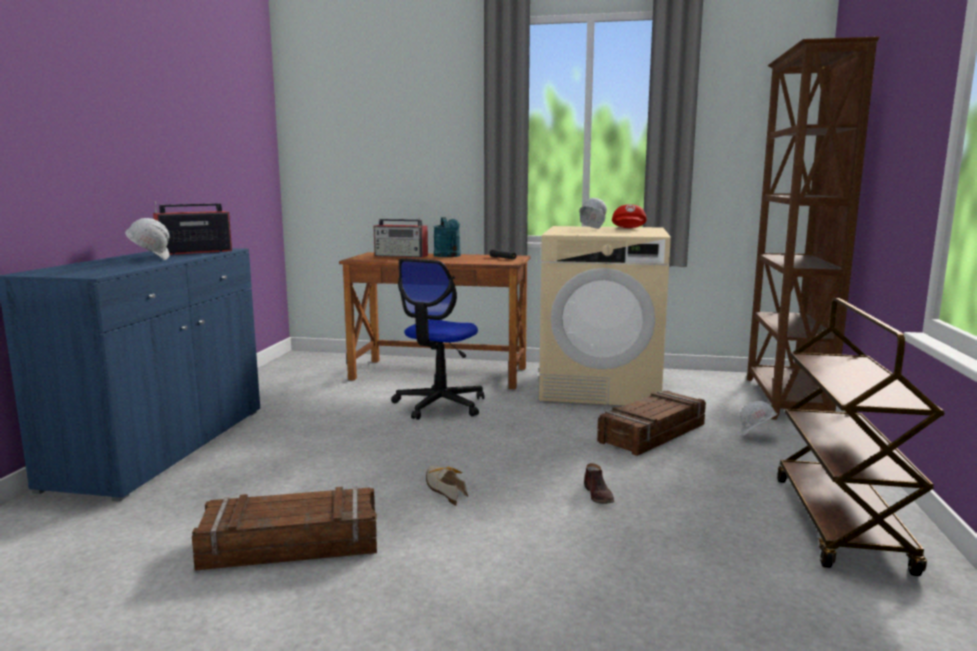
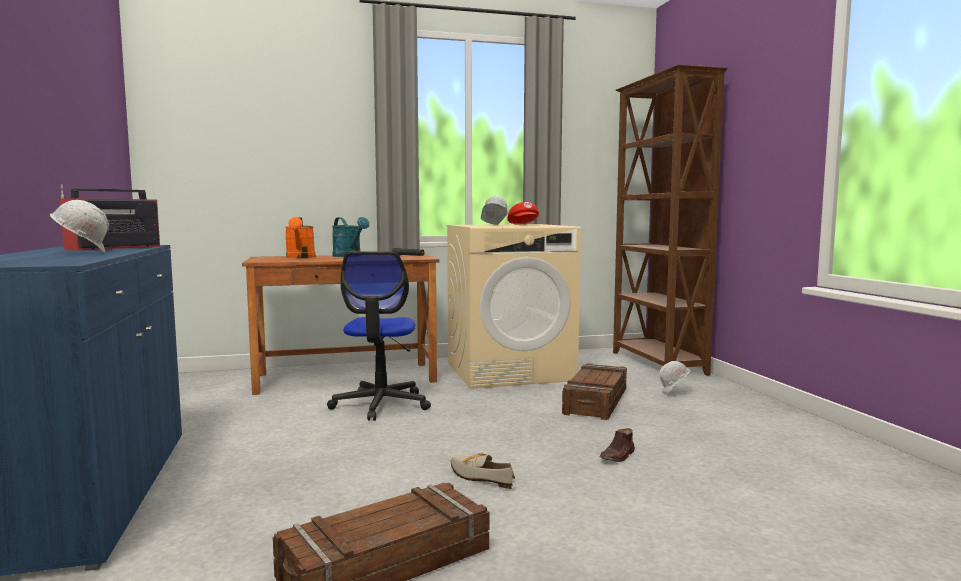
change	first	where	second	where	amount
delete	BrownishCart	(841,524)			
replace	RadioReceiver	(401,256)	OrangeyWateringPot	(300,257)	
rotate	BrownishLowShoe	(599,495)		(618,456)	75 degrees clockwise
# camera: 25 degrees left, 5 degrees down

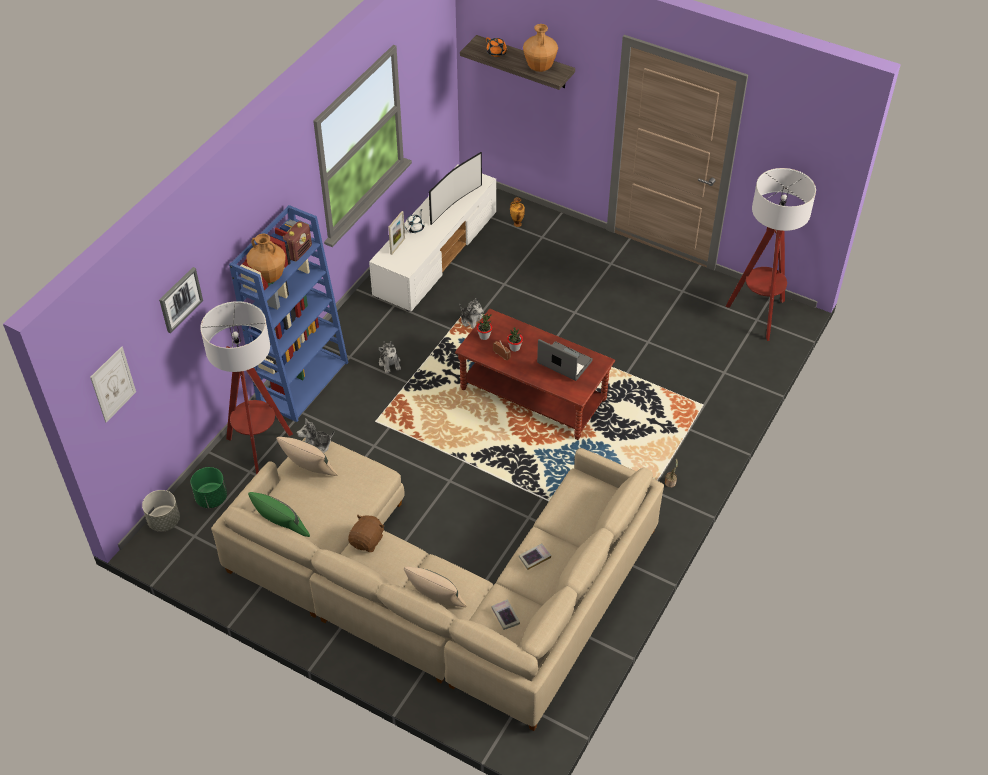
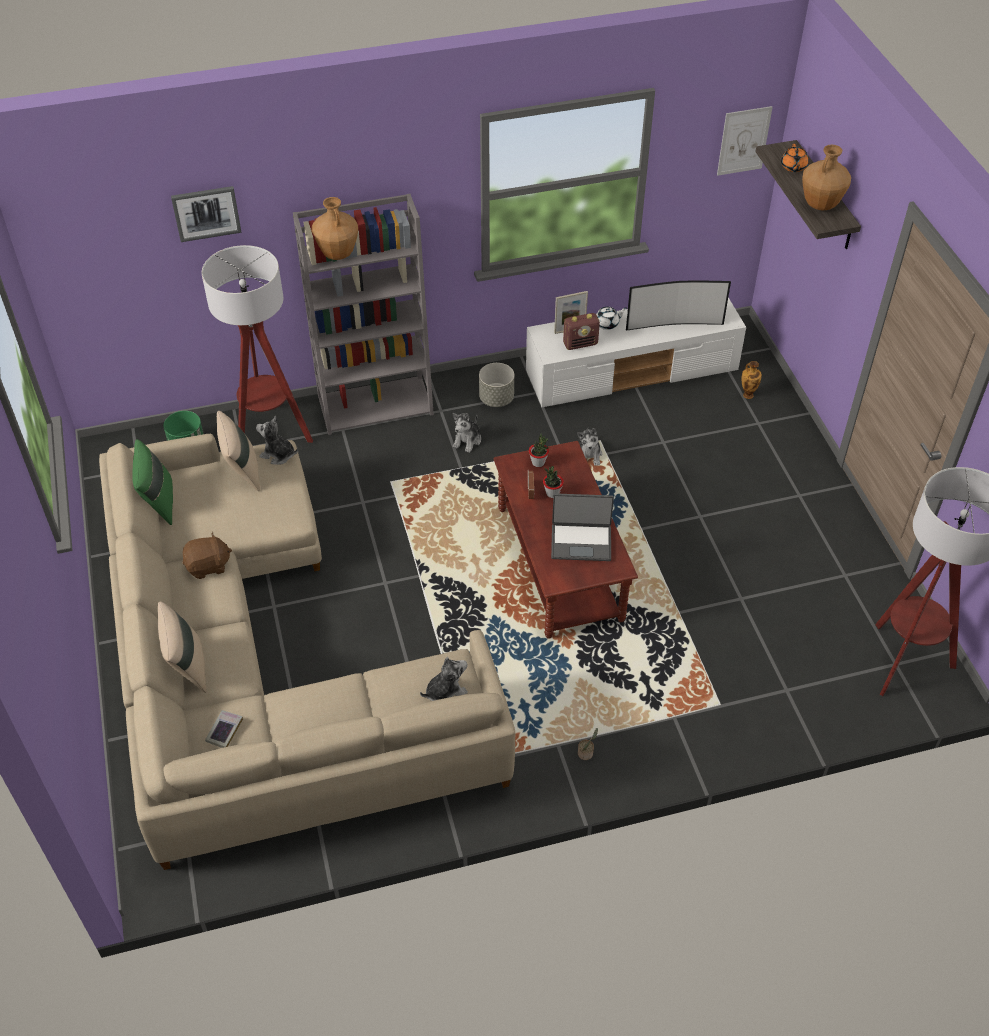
change	first	where	second	where	amount
delete	BoundBook	(534,557)			
insert			CuddlyToy	(445,692)	
move	WallArt	(113,384)		(744,141)	
move	GreyFlowerPot	(164,521)		(496,398)	
move	RadioReceiver	(299,252)		(580,344)	
recolor	BluishBookshelf	(303,382)	GreyBookshelf	(376,404)	
rotate	PortableComputer	(564,363)		(581,542)	105 degrees clockwise
# camera: 45 degrees right, 0 degrees up

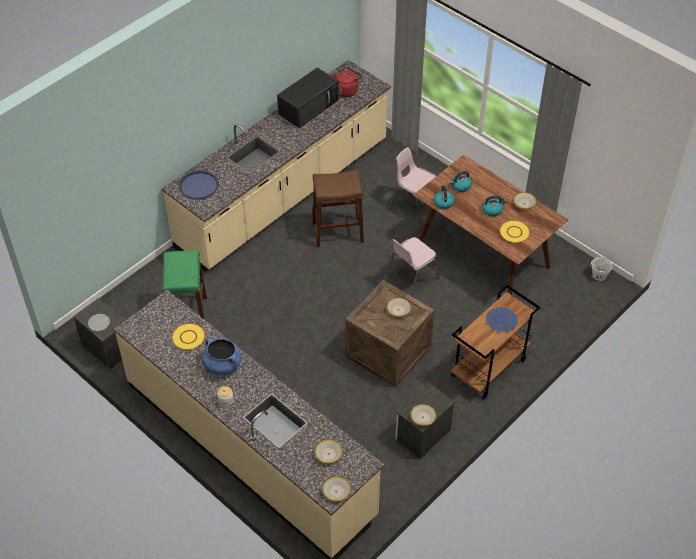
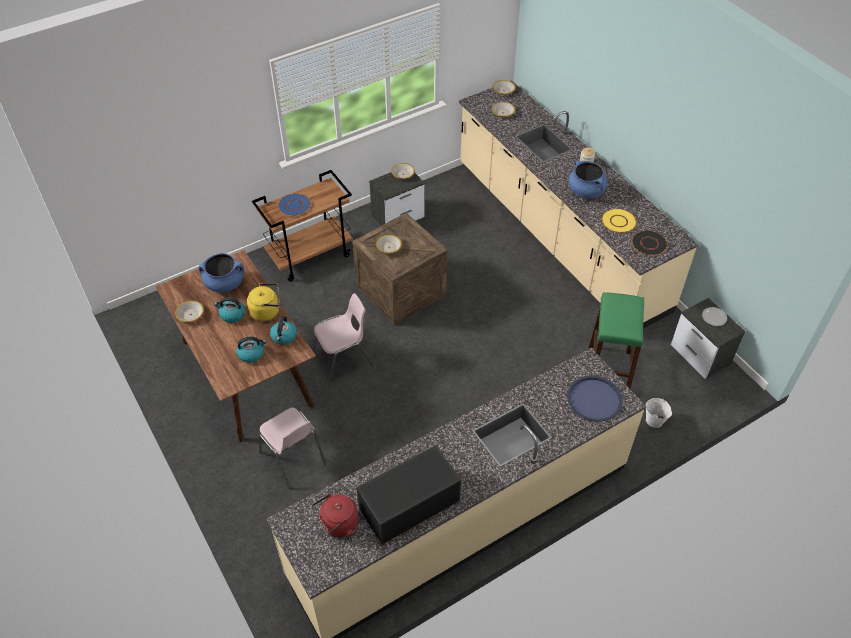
change	first	where	second	where	amount
delete	BrownishStool	(338,232)			
insert			YellowishKettle	(267,311)	
insert			BlackColouredFlatDish	(649,243)	
move	WhitishPail	(599,275)		(654,420)	
replace	YellowishFlatDish	(514,232)	BluishStockpot	(225,283)	
# camera: 165 degrees left, 0 degrees up

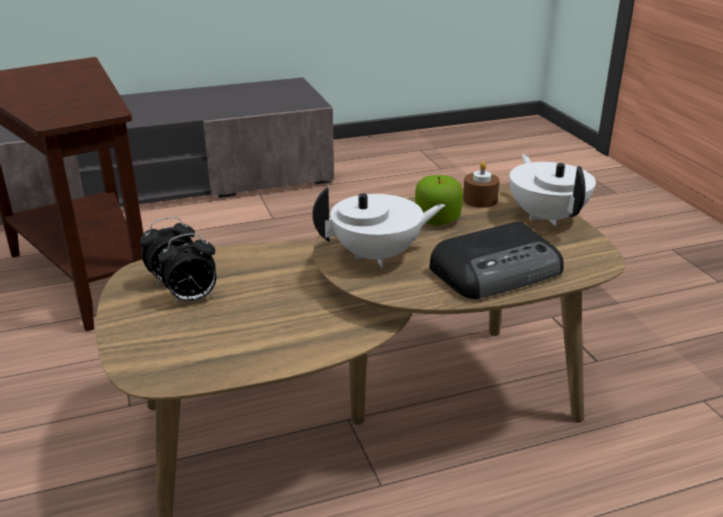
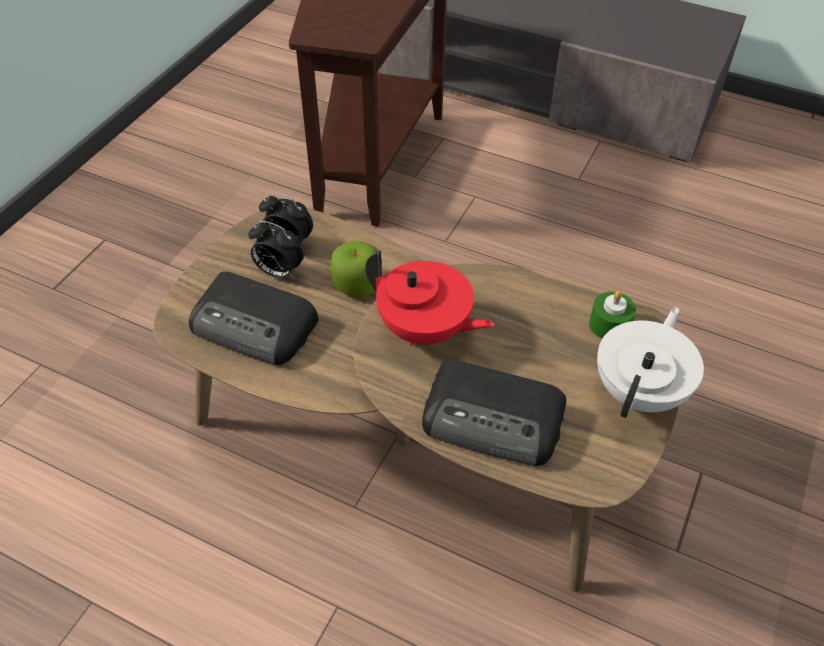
change	first	where	second	where	amount
insert			RadioReceiver	(255,325)	
move	AppleFruit	(437,219)		(357,284)	
recolor	WhitishPotForTea	(378,256)	ReddishPotForTea	(425,330)	
recolor	BrownishCandle	(480,200)	GreenCandle	(609,325)	
# camera: 45 degrees right, 20 degrees up

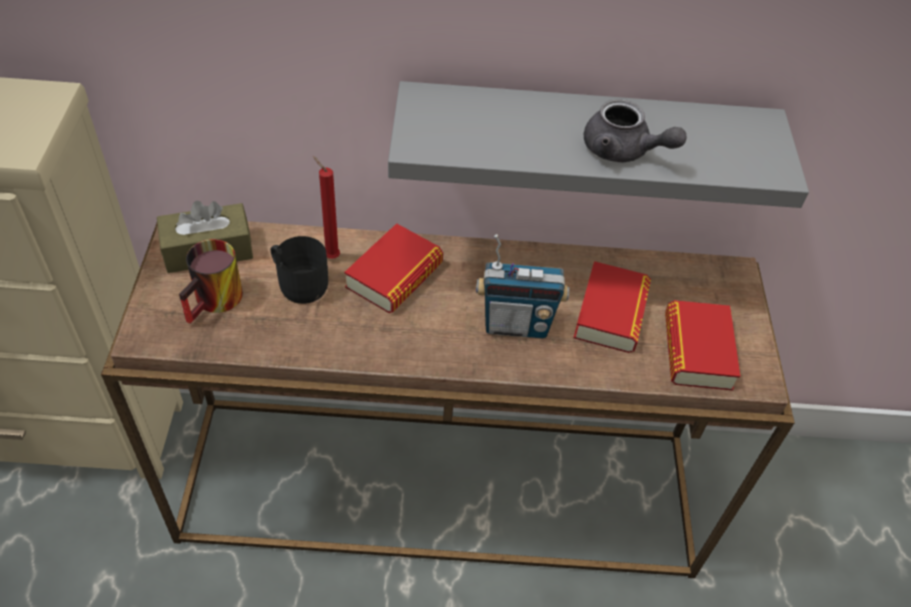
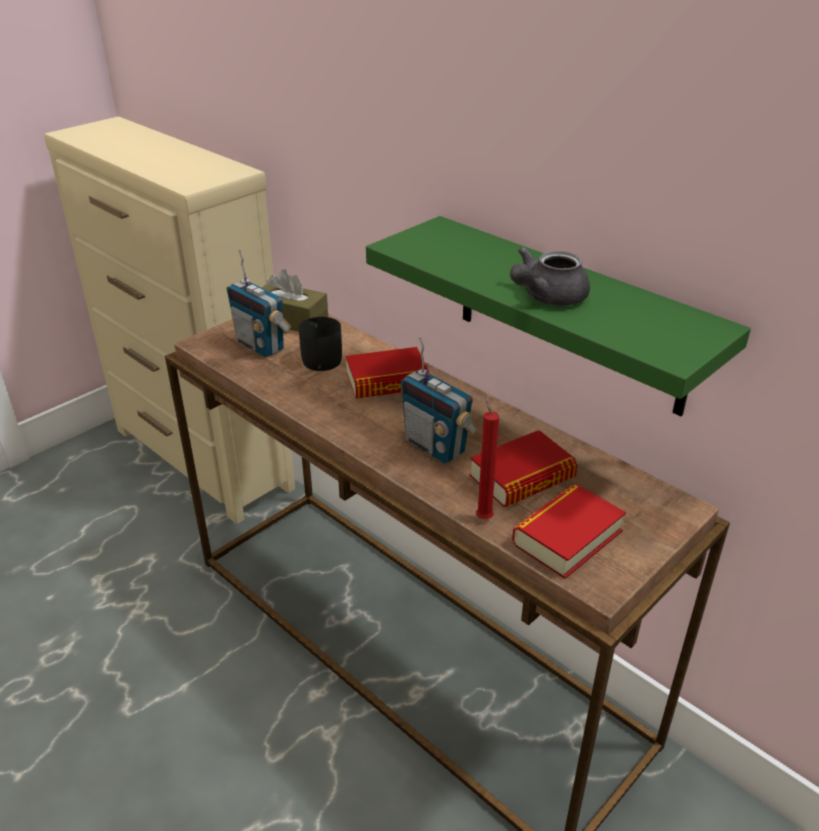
change	first	where	second	where	amount
move	ReddishCandle	(330,256)		(483,517)	
replace	CoffeeMug	(217,302)	RadioReceiver	(261,346)	
recolor	GreyBracketShelf	(582,141)	GreenBracketShelf	(570,315)	
rotate	GreyPotForTea	(623,151)		(546,298)	60 degrees clockwise
# camera: 45 degrees right, 15 degrees down

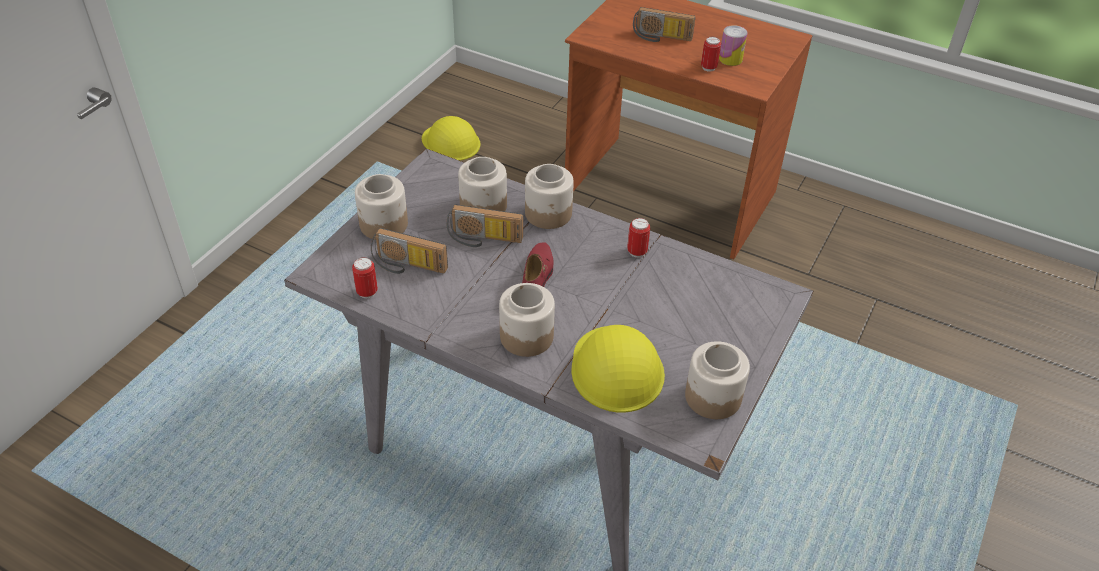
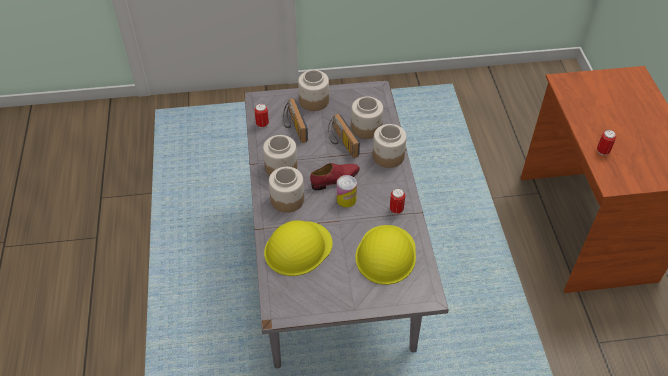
change	first	where	second	where	amount
delete	RadioReceiver	(661,38)			
move	YellowishWorkHelmet	(451,142)		(386,254)	
move	Jar	(712,396)		(281,167)	
move	MetalCan	(730,59)		(346,199)	
# camera: 55 degrees right, 5 degrees up

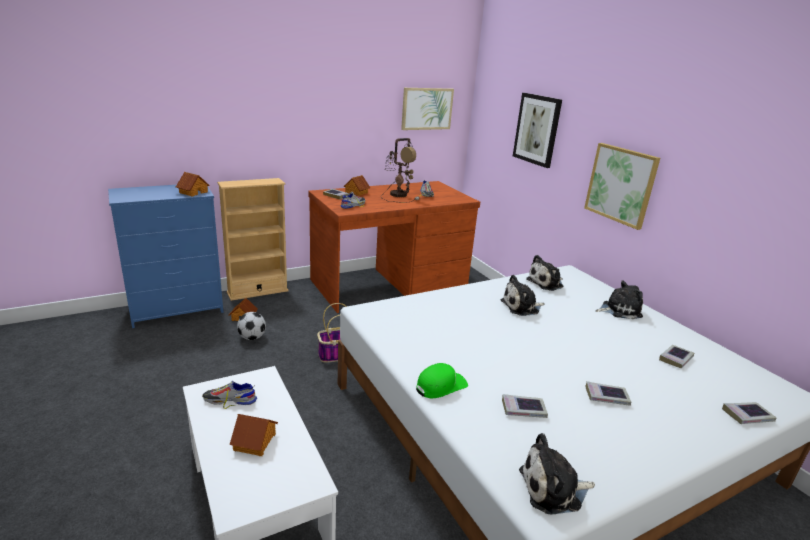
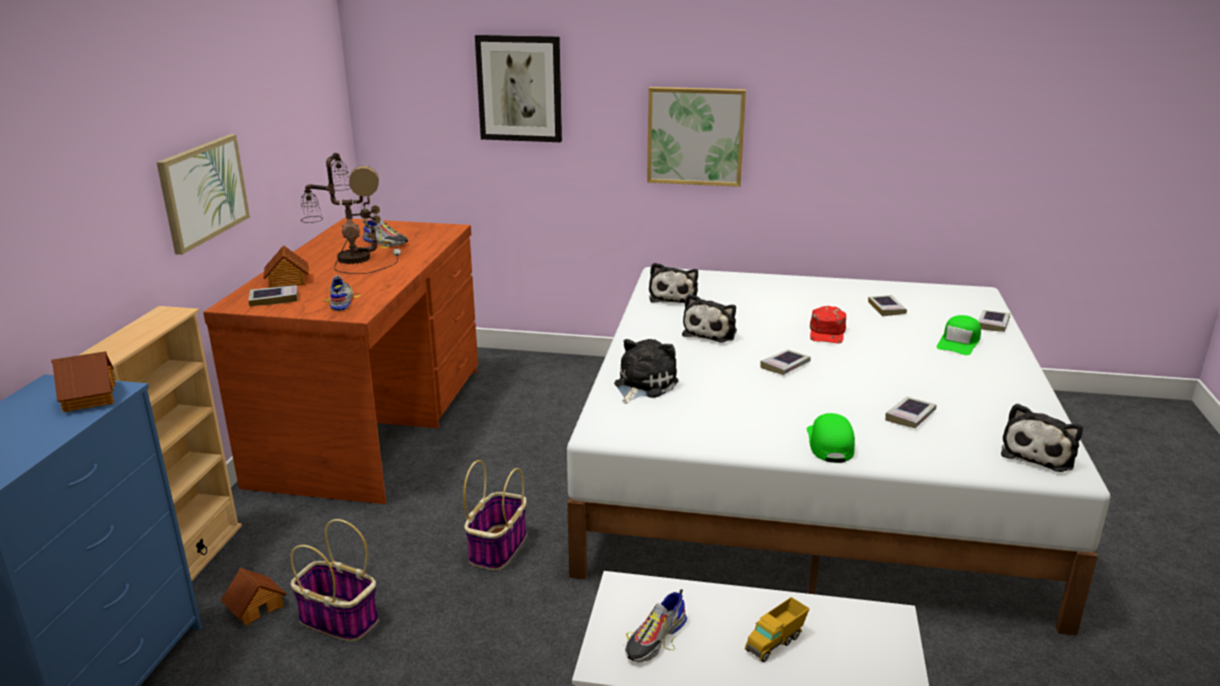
change	first	where	second	where	amount
insert			ReddishBaseballCap	(827,333)	
insert			GreenBaseballCap	(959,342)	
move	WallArt	(427,108)		(203,191)	
move	BoundBook	(606,397)		(785,366)	
move	CuddlyToy	(619,310)		(643,385)	
replace	MiniatureHouse	(255,442)	ToyTruck	(775,642)	
replace	BallForFootball	(252,337)	HouseholdBasket	(337,619)	
# camera: 50 degrees left, 0 degrees up

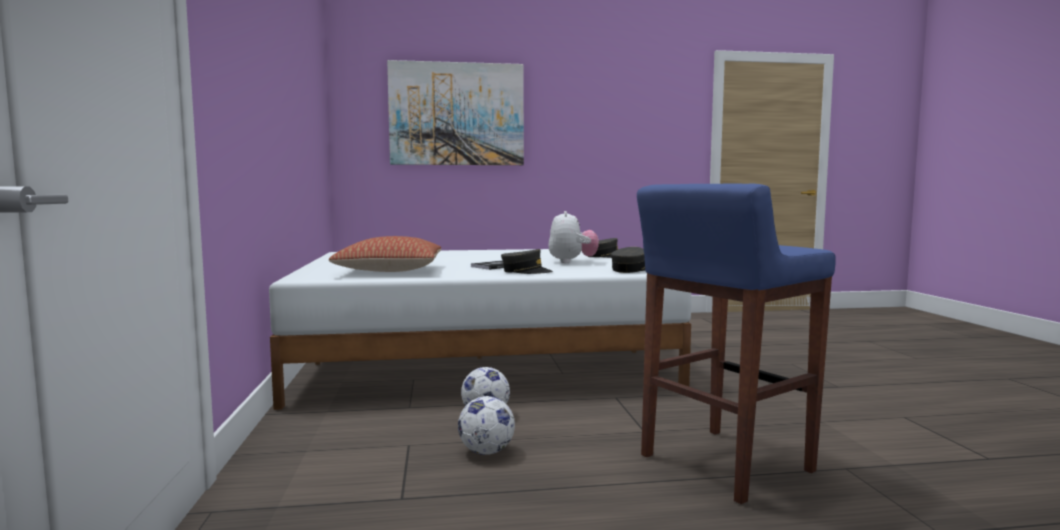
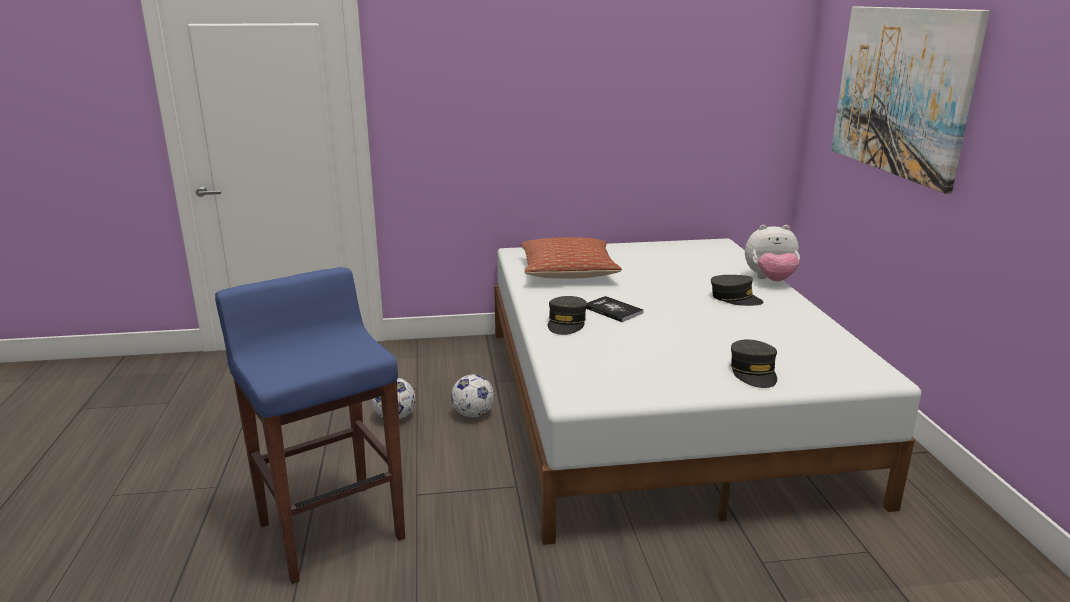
change	first	where	second	where	amount
move	CuddlyToy	(572,262)		(770,280)	
move	GreyBaseballCap	(629,270)		(735,298)	
# camera: 90 degrees right, 15 degrees up

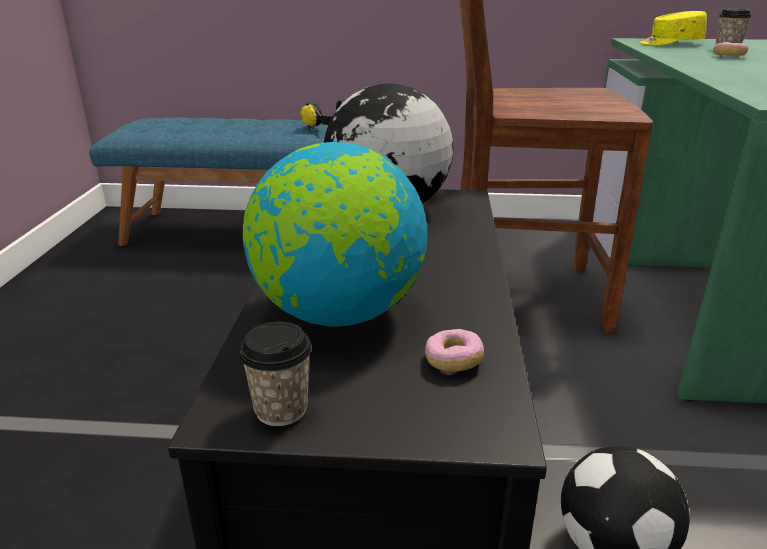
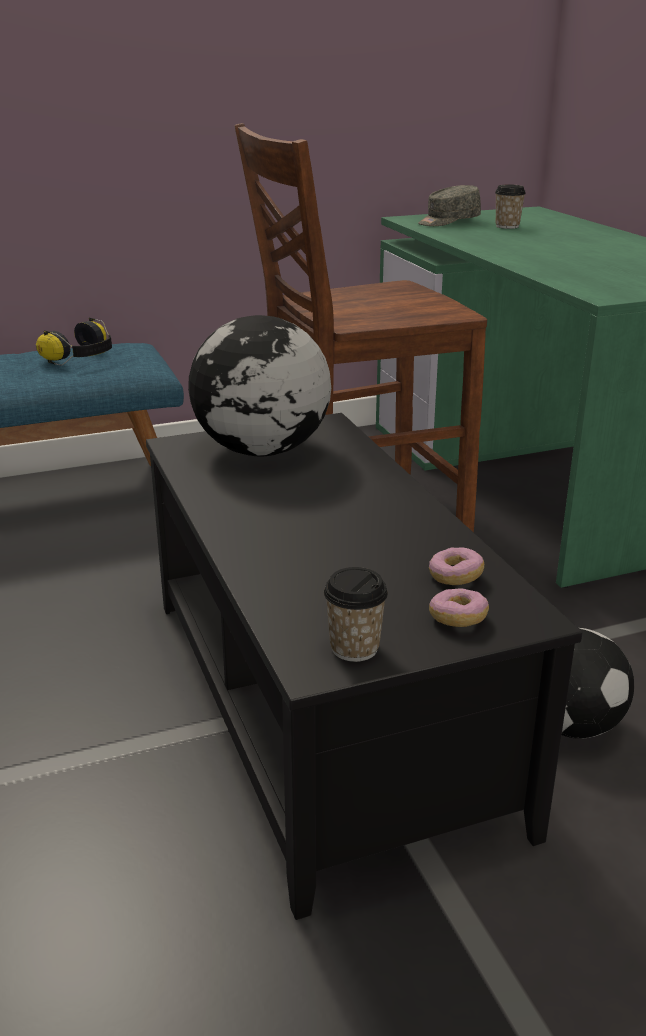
change	first	where	second	where	amount
delete	WorldGlobe	(338,313)			
move	RingDoughnut	(728,57)		(458,619)	
recolor	YellowishBaseballCap	(670,43)	GreyBaseballCap	(448,222)	
# camera: 25 degrees left, 0 degrees up

